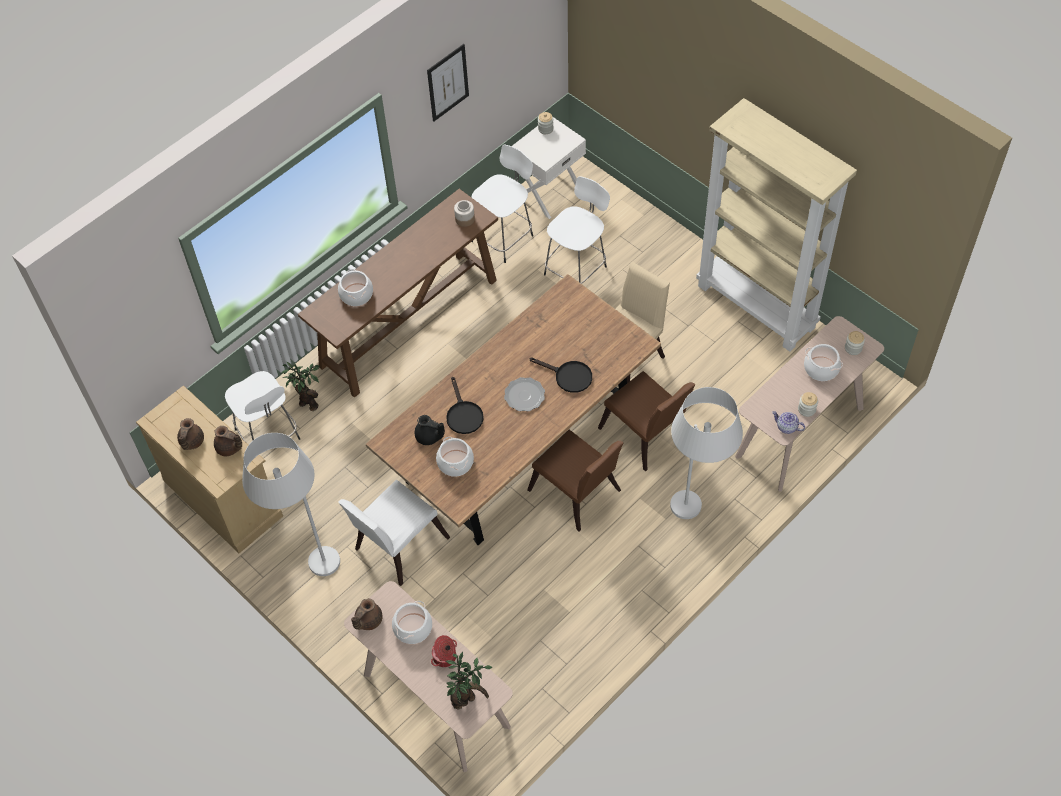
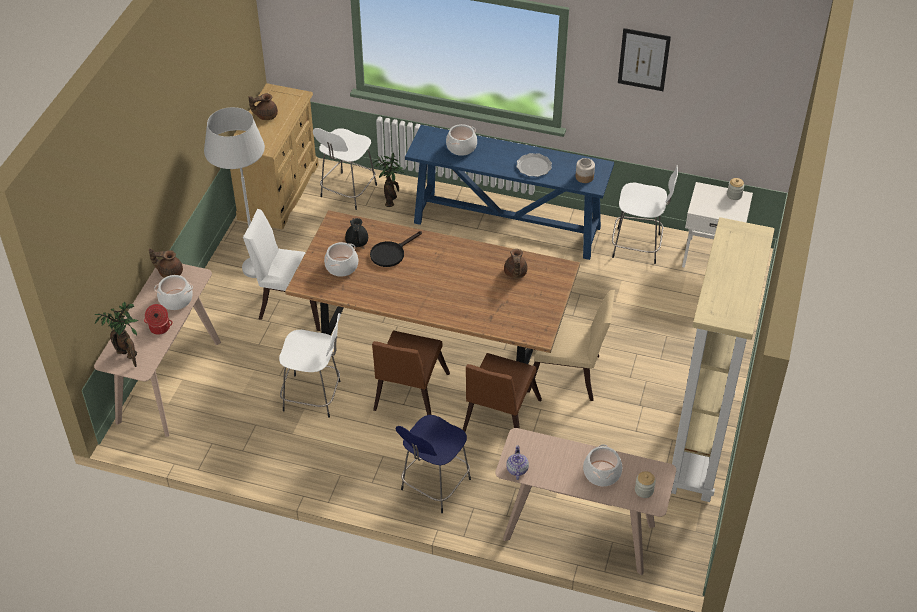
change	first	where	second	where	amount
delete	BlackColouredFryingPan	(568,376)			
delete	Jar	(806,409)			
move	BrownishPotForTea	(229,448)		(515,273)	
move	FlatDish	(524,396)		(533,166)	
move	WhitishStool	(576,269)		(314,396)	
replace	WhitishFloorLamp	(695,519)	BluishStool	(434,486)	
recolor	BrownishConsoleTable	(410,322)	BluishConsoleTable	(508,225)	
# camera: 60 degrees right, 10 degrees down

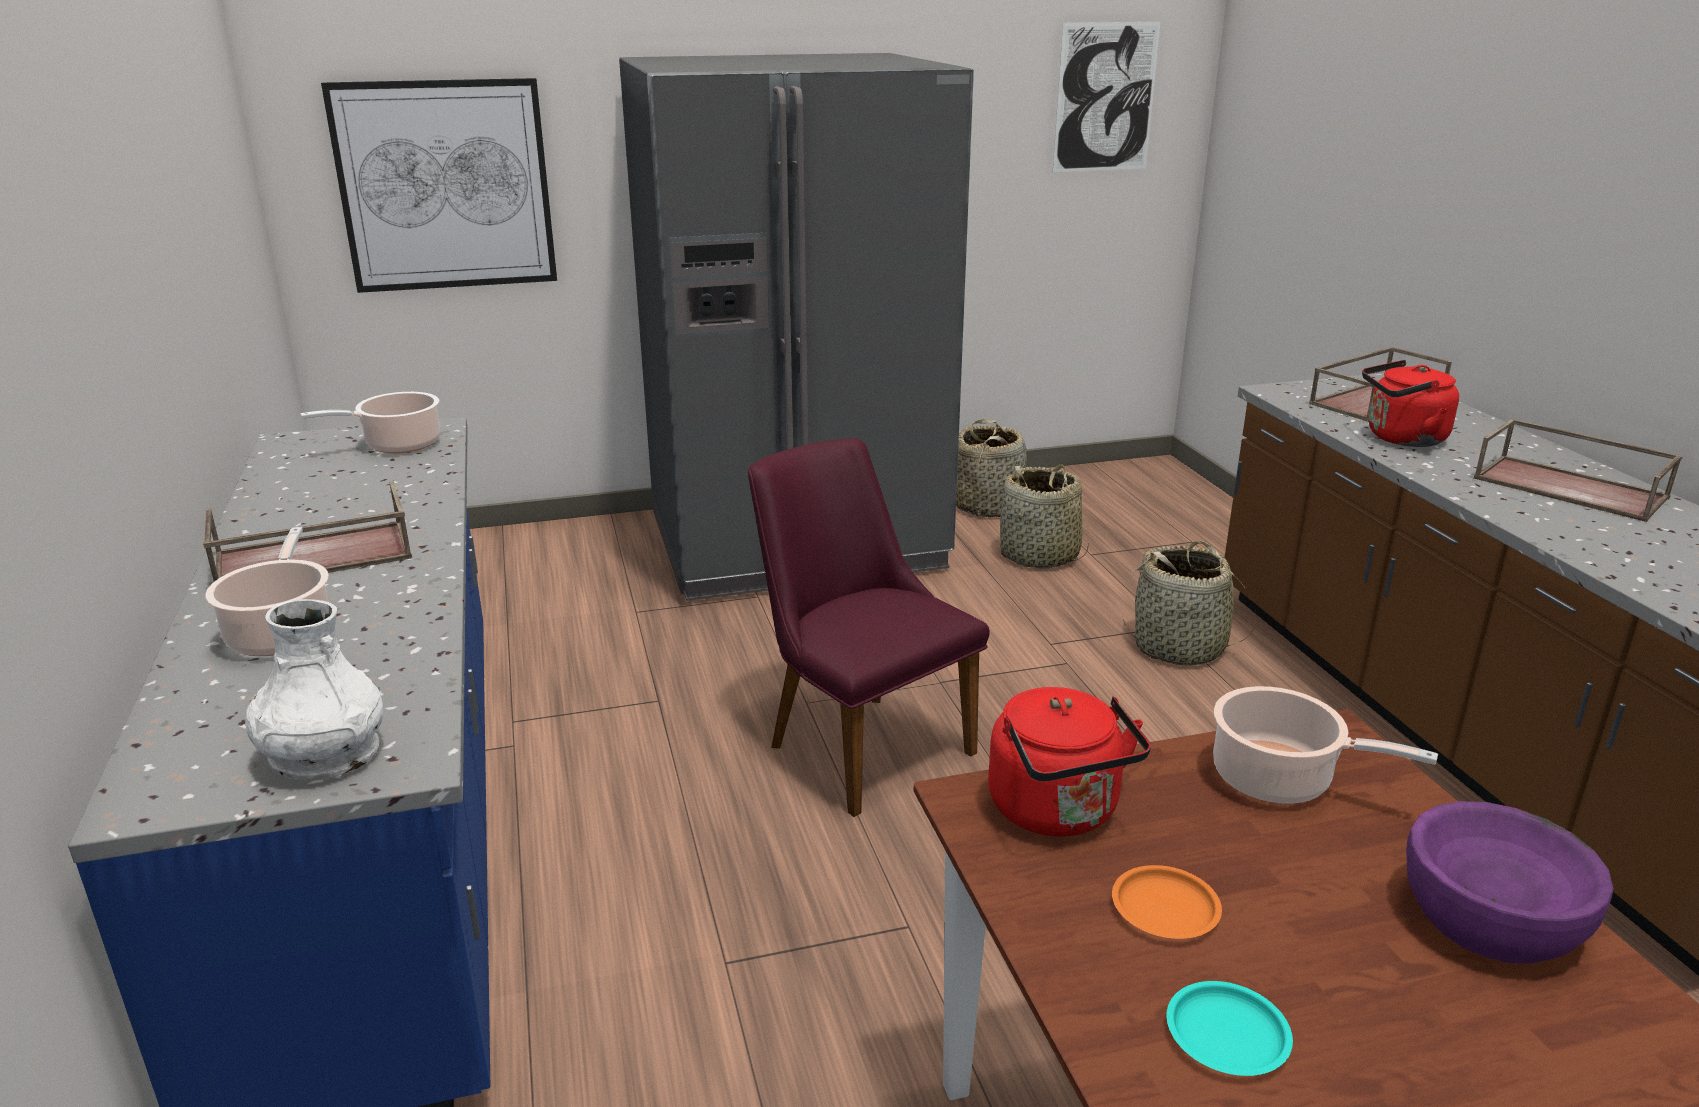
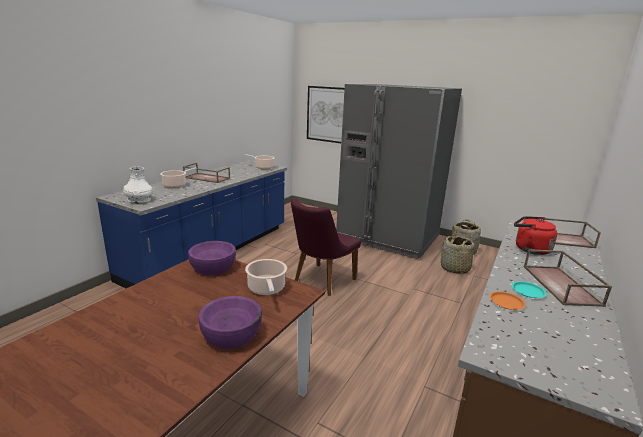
change	first	where	second	where	amount
delete	WallArt	(1105,97)			
delete	HouseholdBasket	(1180,647)			
move	OrangeyFlatDish	(1164,909)		(506,302)	
move	TurquoiseColouredFlatDish	(1228,1035)		(528,292)	
replace	ReddishKettle	(1058,812)	PurplishBowl	(213,267)	
rotate	PurplishChair	(857,742)		(320,281)	150 degrees counterclockwise
# camera: 45 degrees right, 5 degrees down

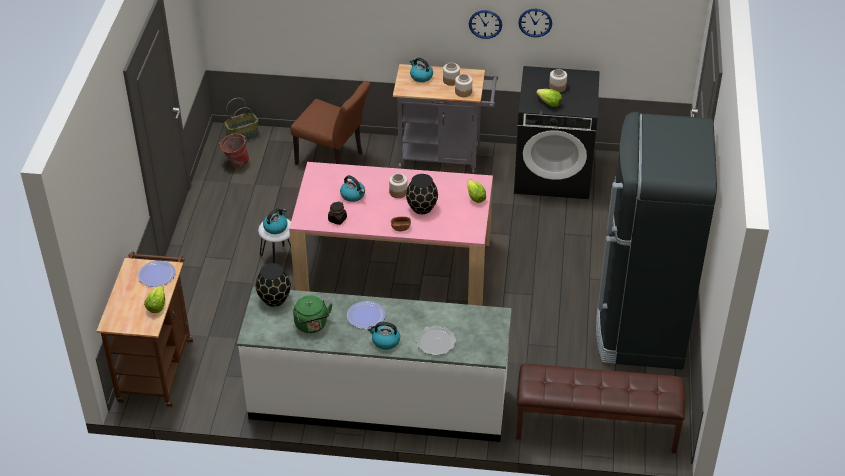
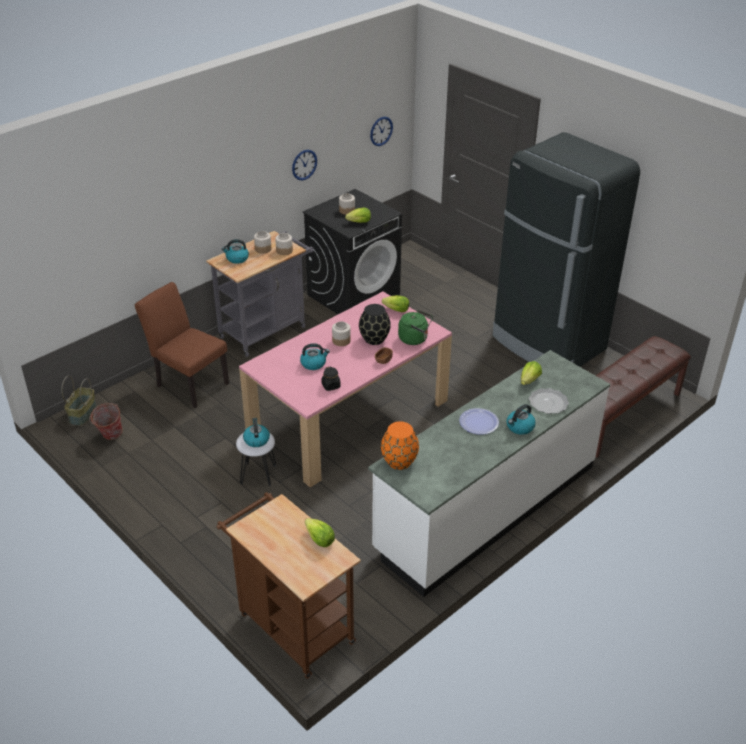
change	first	where	second	where	amount
delete	FlatDish	(156,275)			
insert			HeadOfLettuce	(529,380)	
move	GreenKettle	(312,325)		(415,339)	
move	WallClock	(485,24)		(381,131)	
recolor	BlackColouredVase	(274,299)	OrangeyVase	(398,462)	
rotate	BrownishChair	(334,160)		(188,383)	120 degrees counterclockwise
# camera: 50 degrees left, 5 degrees down

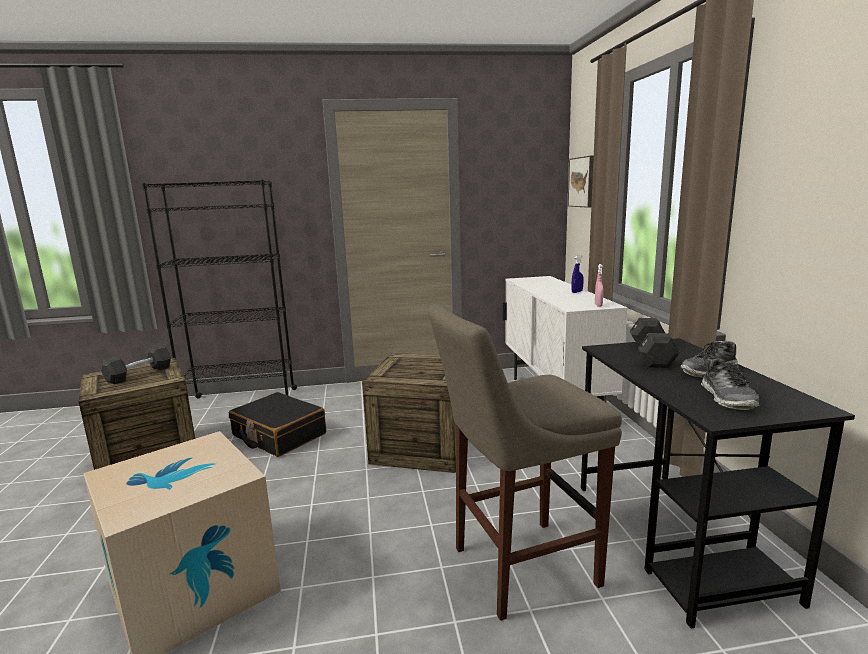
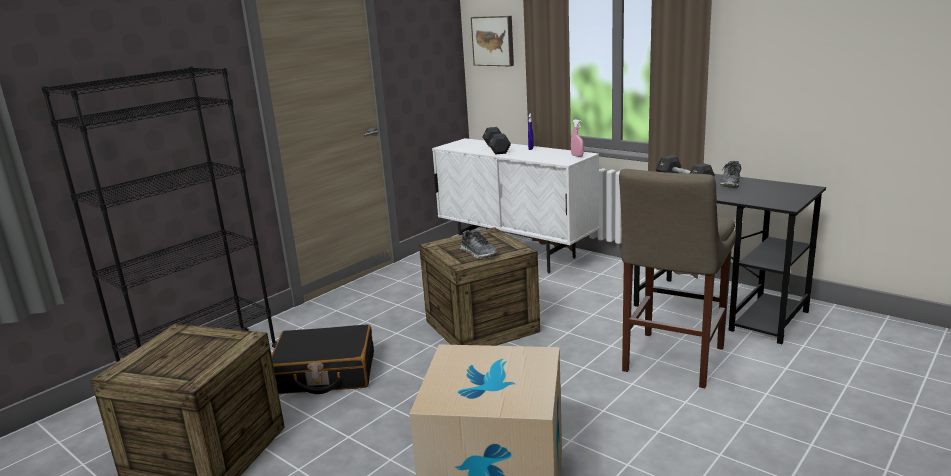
change	first	where	second	where	amount
move	BlackColouredHandWeight	(139,374)		(496,149)	
move	LowShoe	(727,398)		(478,253)	
# camera: 40 degrees left, 5 degrees up

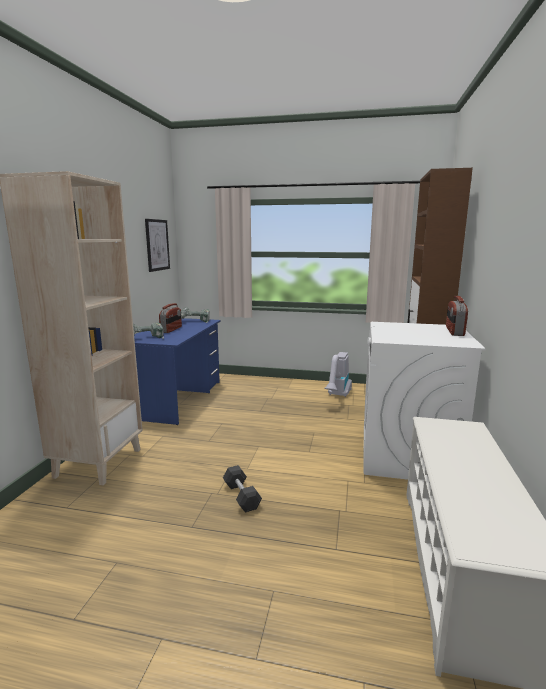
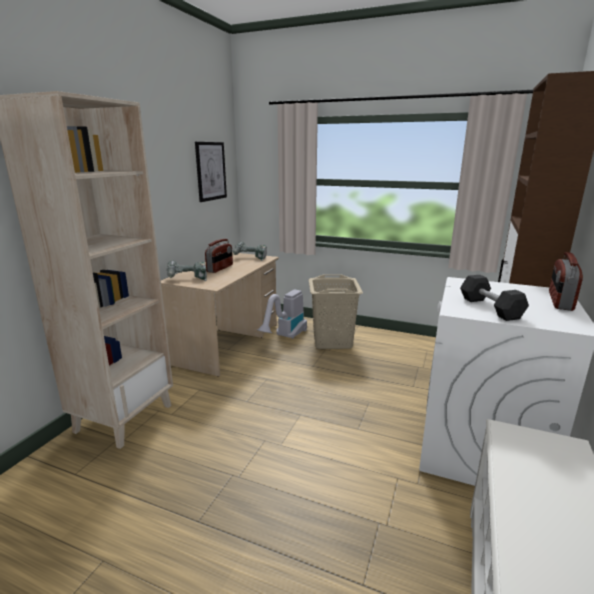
change	first	where	second	where	amount
insert			BeigeLaundryBasket	(332,341)	
move	BlackColouredHandWeight	(241,496)		(490,308)	
move	VacuumCleaner	(337,396)		(285,337)	
recolor	BluishDeskUnit	(178,399)	BeigeDeskUnit	(227,343)	
# camera: 10 degrees right, 5 degrees up

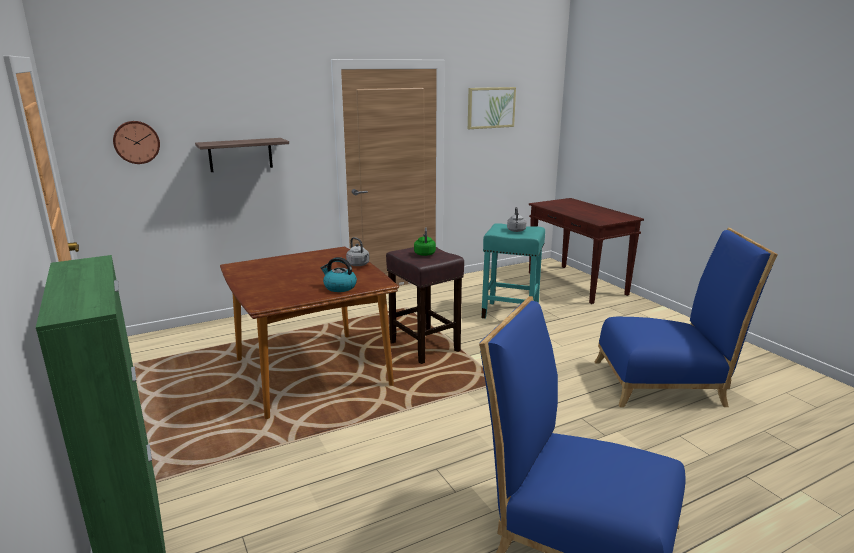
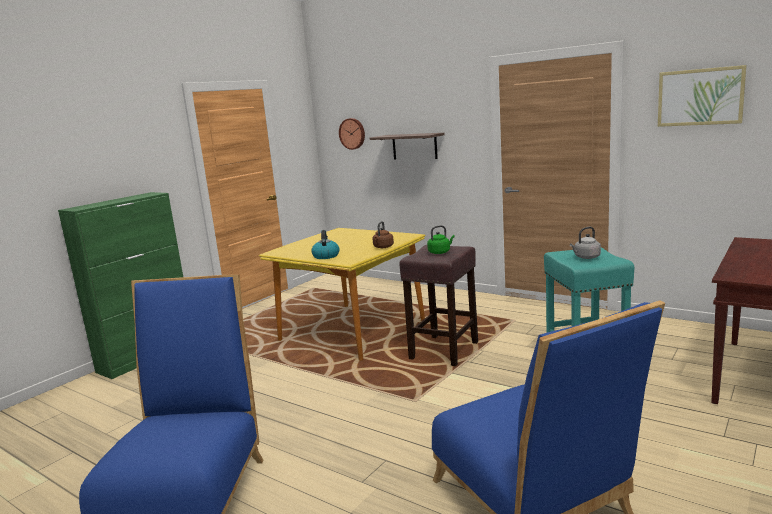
change	first	where	second	where	amount
recolor	BrownishDinnerTable	(312,373)	YellowishDinnerTable	(352,330)	
recolor	GreyKettle	(359,265)	BrownishKettle	(383,247)	
# camera: 65 degrees right, 5 degrees down

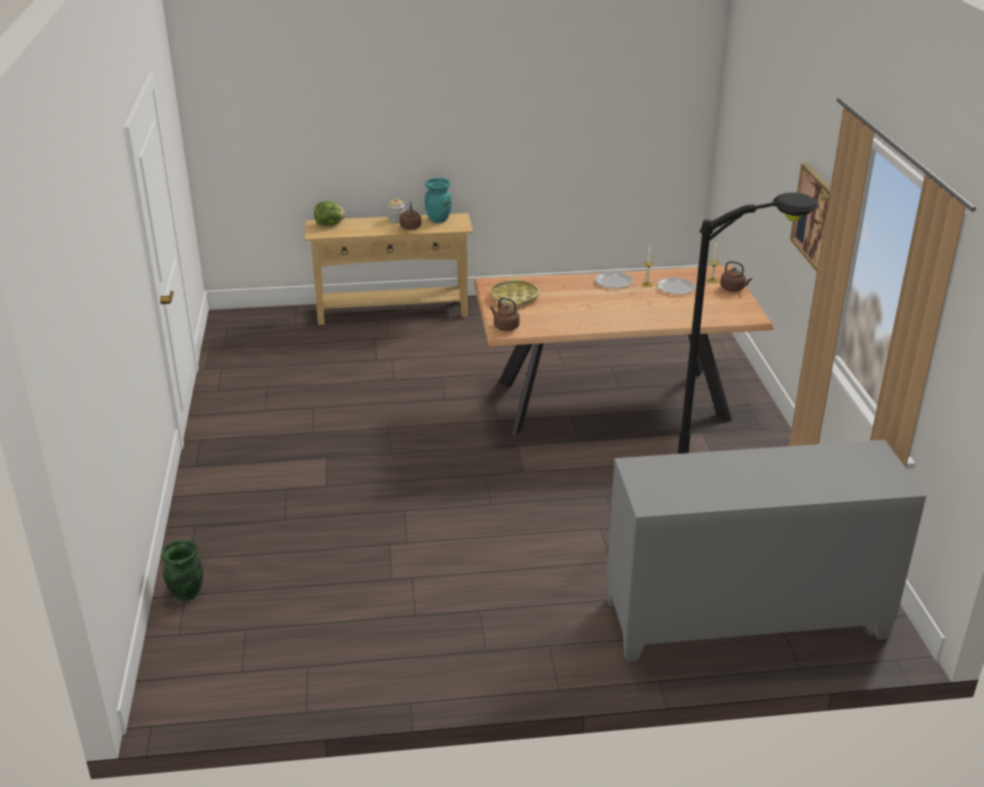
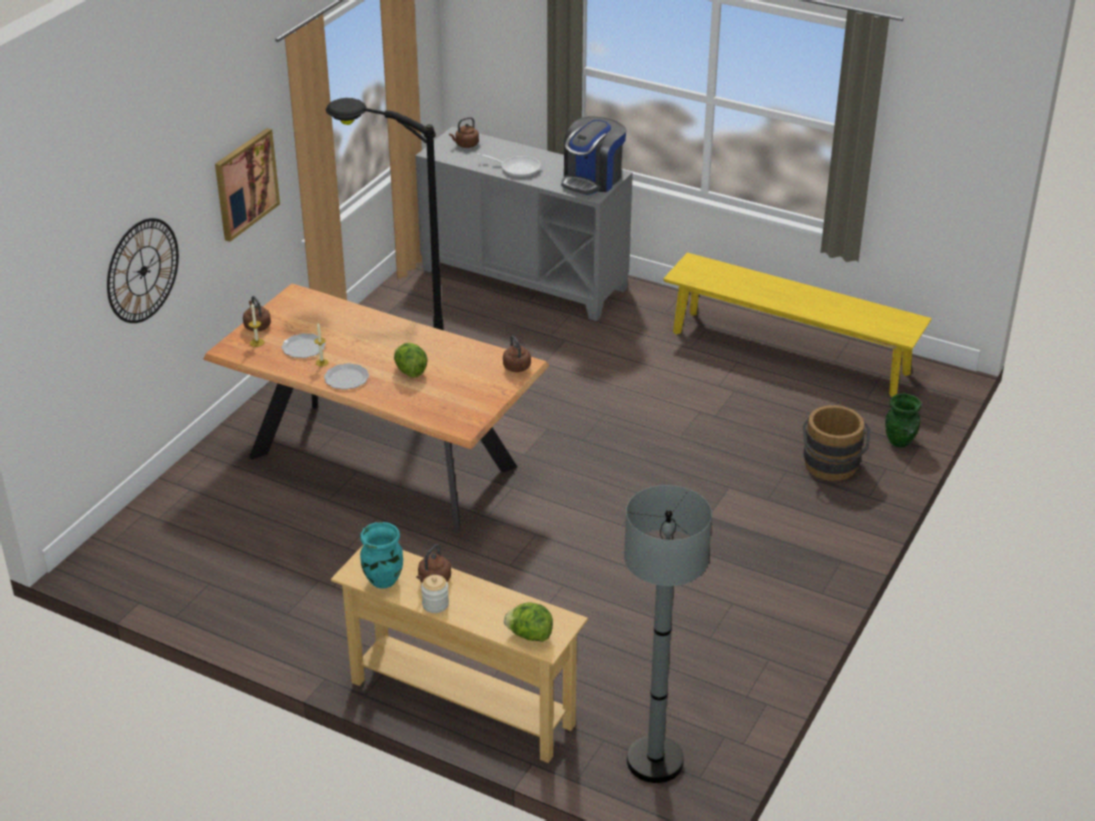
change	first	where	second	where	amount
delete	YellowishCarryingTray	(514,297)			
insert			WallClock	(143,270)	
insert			HeadOfLettuce	(410,371)	
insert			BrownishKettle	(465,145)	
insert			FryingPan	(517,168)	
insert			CoffeeBrewer	(592,179)	
insert			GreyFloorLamp	(655,761)	
insert			YellowishLongSeat	(789,353)	
insert			BrownishPail	(831,468)	
# camera: 145 degrees left, 5 degrees up

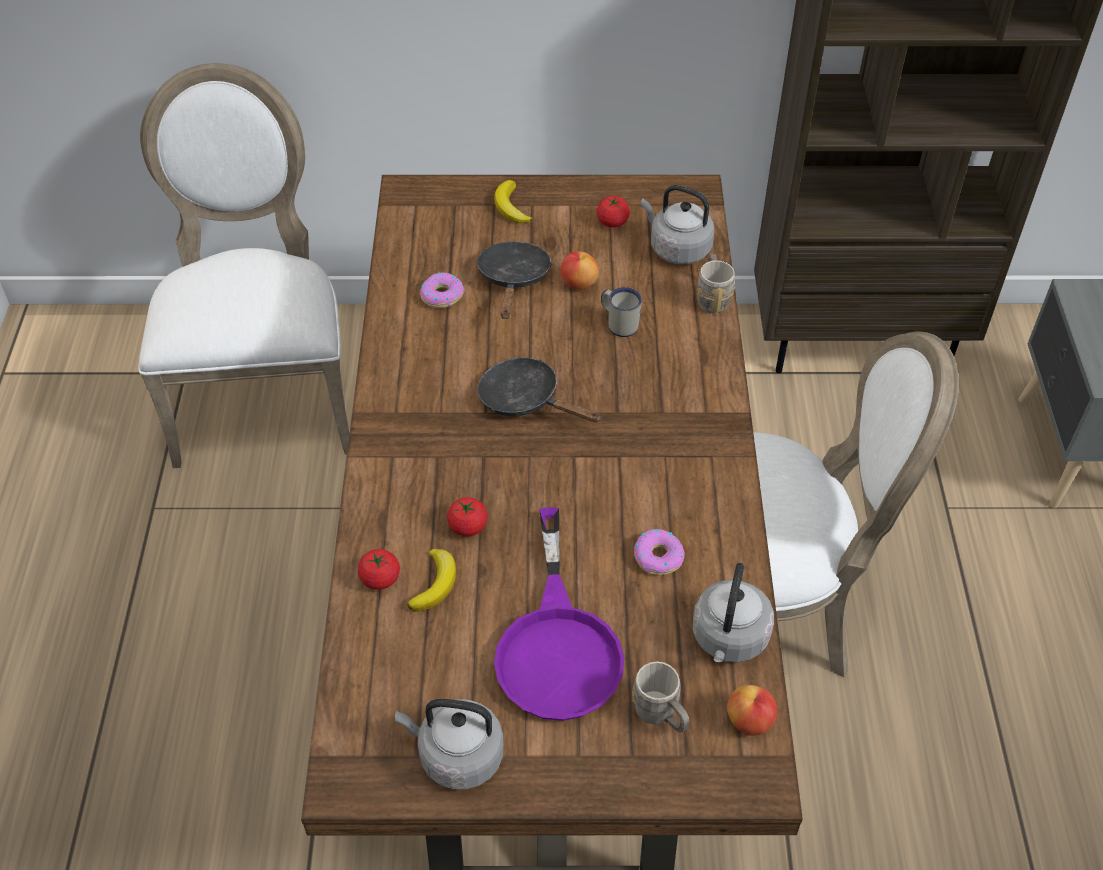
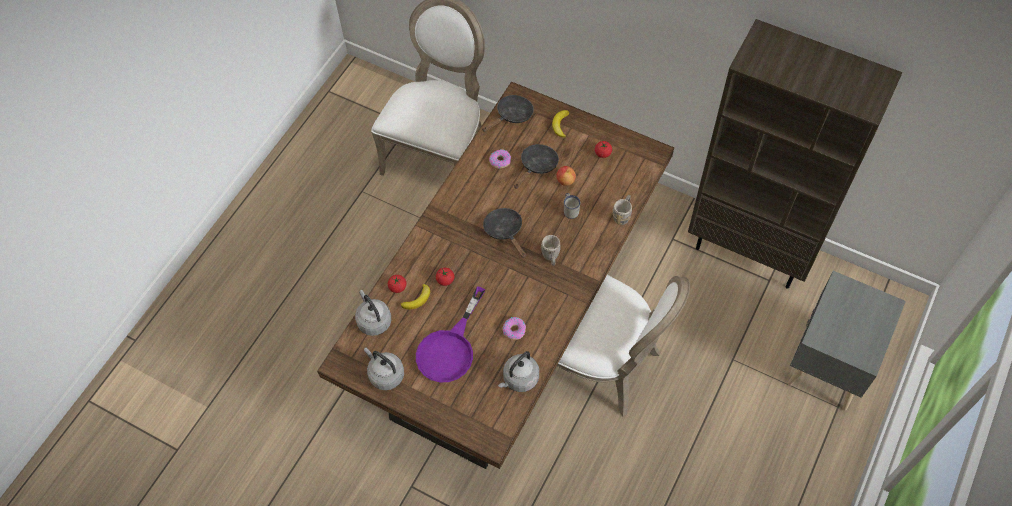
change	first	where	second	where	amount
delete	AppleFruit	(749,721)			
insert			BlackColouredFryingPan	(512,115)	
move	GreyCoffeeMug	(661,715)		(551,257)	
move	GreyKettle	(677,248)		(373,320)	
# camera: 30 degrees right, 10 degrees up

